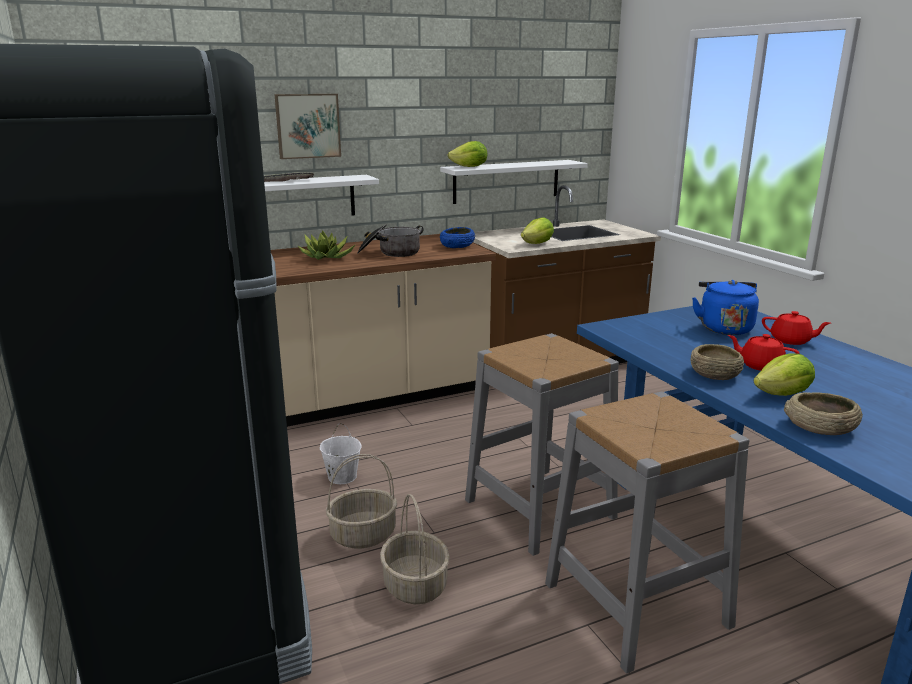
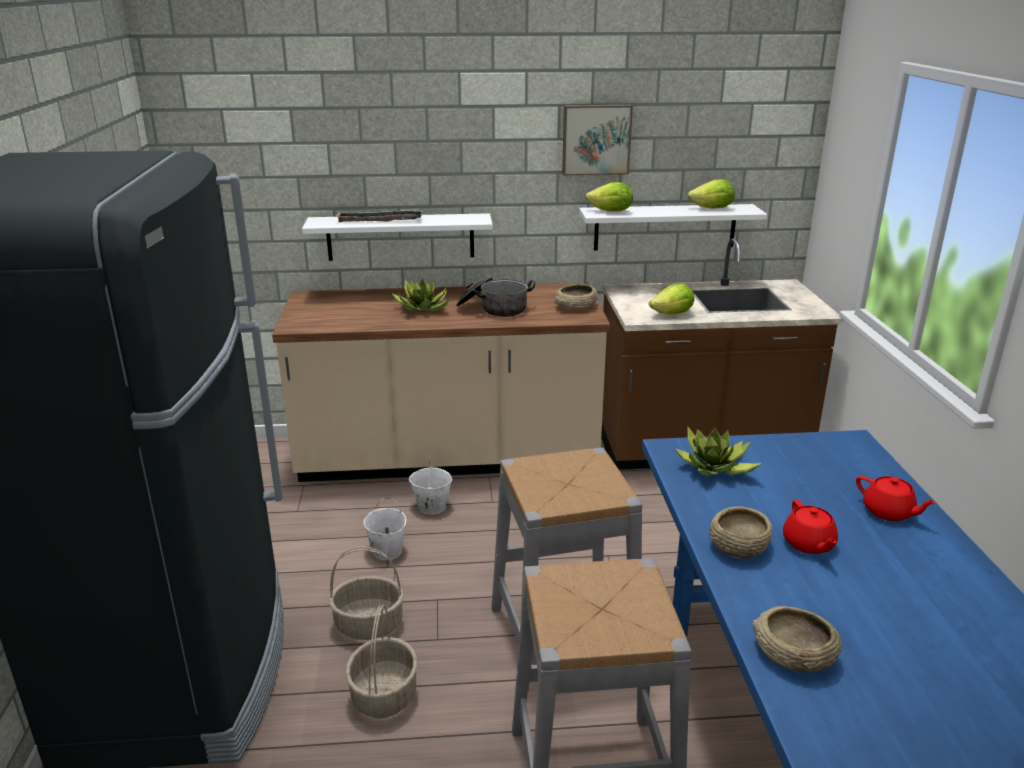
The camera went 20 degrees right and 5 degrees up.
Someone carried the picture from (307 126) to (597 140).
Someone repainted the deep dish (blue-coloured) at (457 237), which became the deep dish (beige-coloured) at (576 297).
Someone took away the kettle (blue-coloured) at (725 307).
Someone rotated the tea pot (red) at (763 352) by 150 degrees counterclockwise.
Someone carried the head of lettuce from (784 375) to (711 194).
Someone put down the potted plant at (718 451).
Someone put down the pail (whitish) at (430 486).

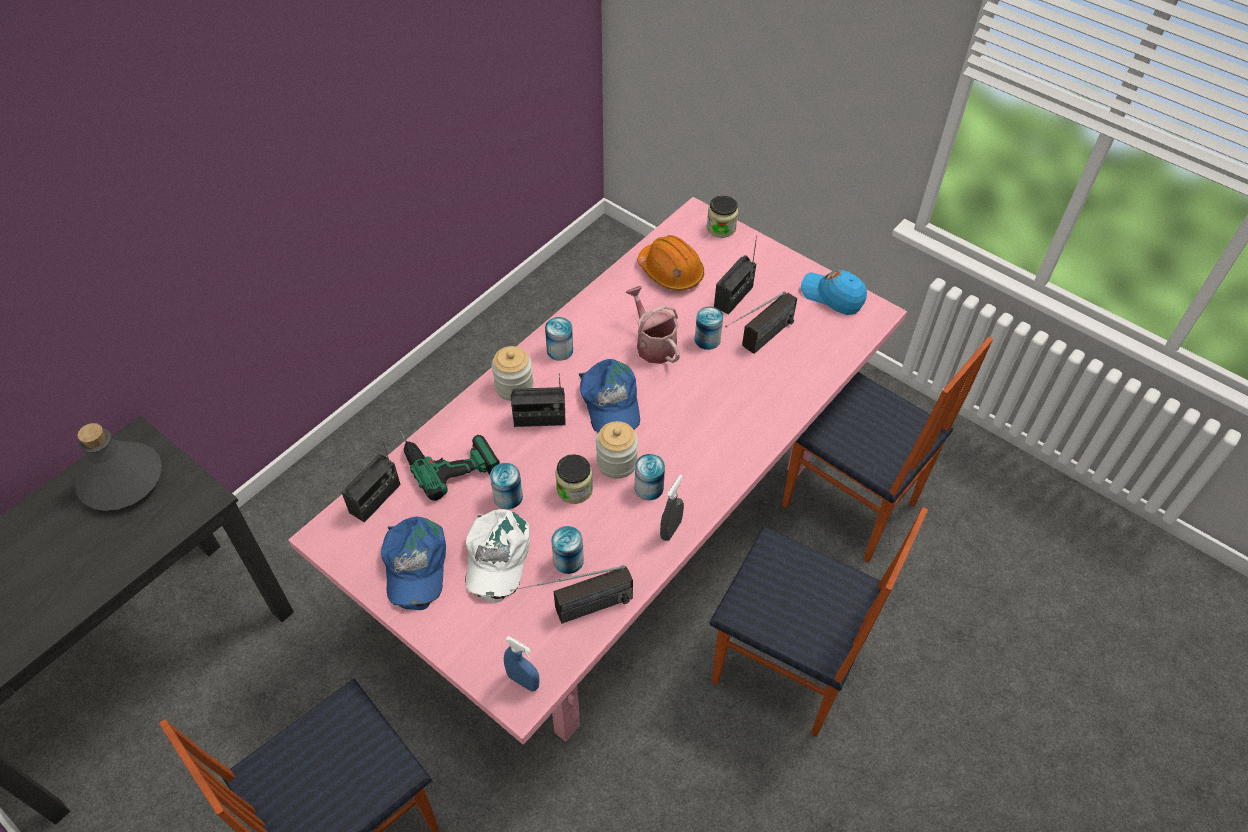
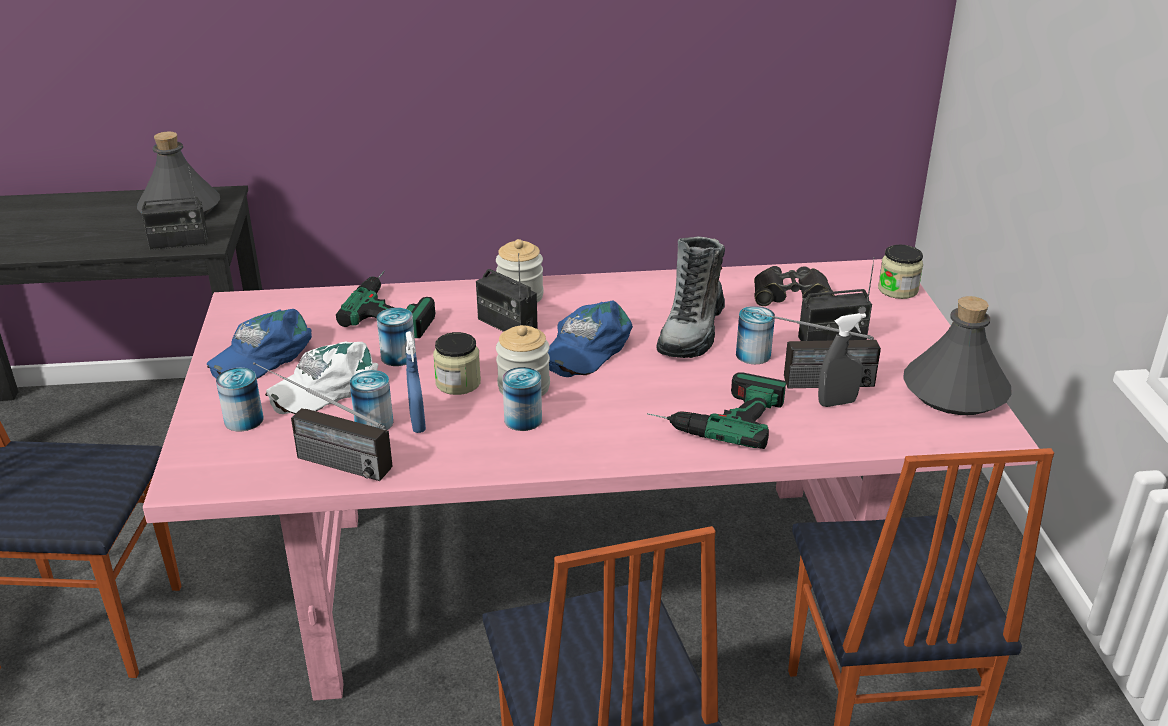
The camera went 45 degrees right and 20 degrees down.
Someone swapped the hard hat (orange-coloured) at (671 263) for the pair of binoculars (black) at (794 286).
Someone swapped the peaked cap (blue-coloured) at (834 292) for the beverage bottle (gray) at (957 355).
Someone swapped the watering pot at (653 325) for the high-top boot at (690 297).
Someone carried the can from (559 339) to (239 399).
Someone carried the radio set from (371 480) to (175 208).
Someone carried the hand sprayer (gray) from (672 507) to (842 360).
Someone carried the hand sprayer (blue-coloured) from (521 664) to (416 382).
Someone put down the electric drill at (716 410).

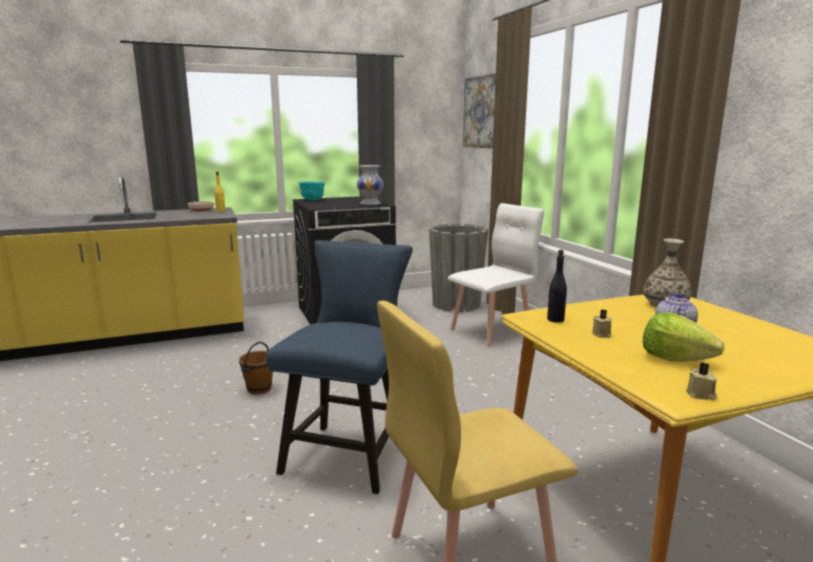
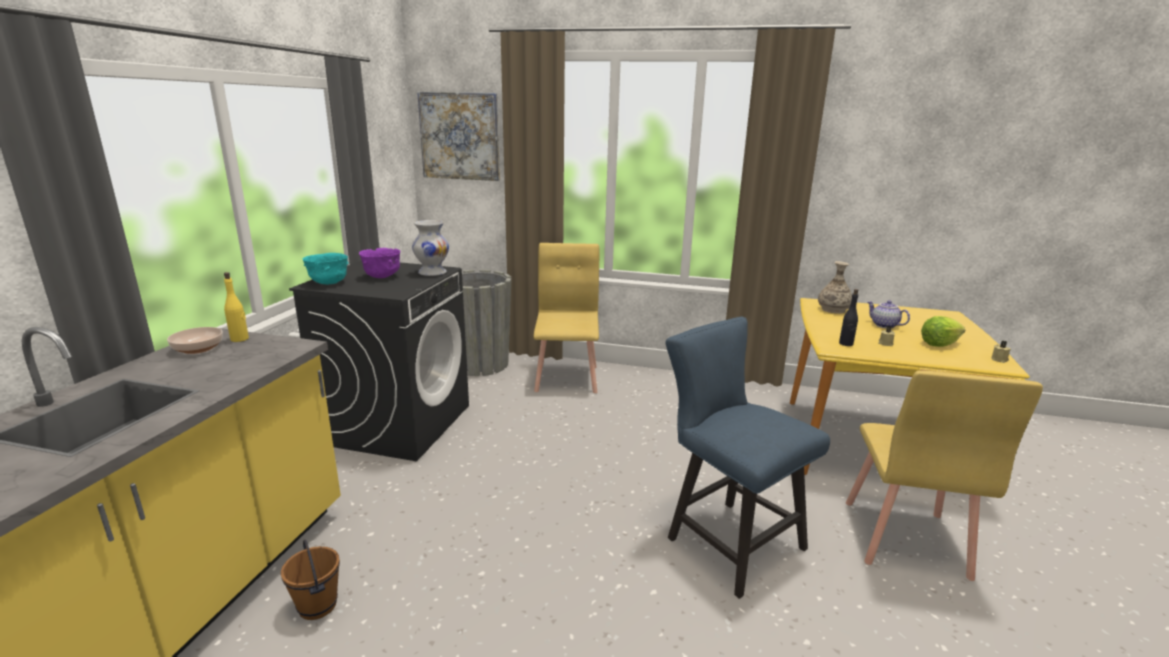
The camera went 55 degrees left and 5 degrees up.
Someone repainted the chair (whitish) at (496 275), which became the chair (yellow) at (566 318).
Someone carried the pail (brownish) from (256 368) to (310 580).
Someone put down the deep dish (purplish) at (379 263).

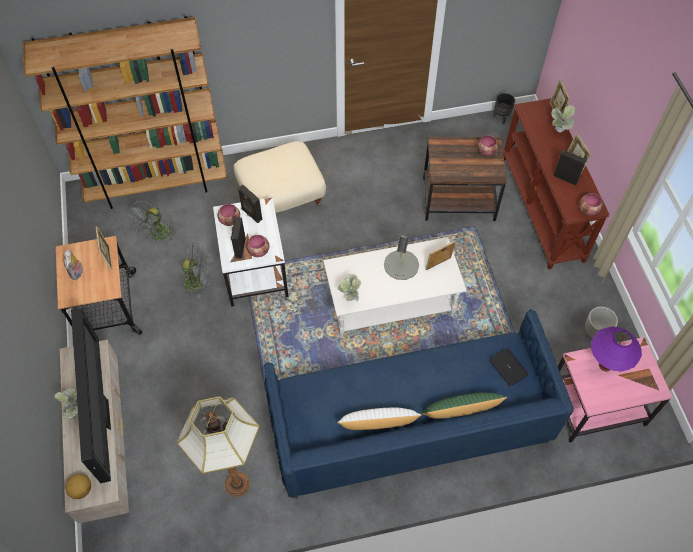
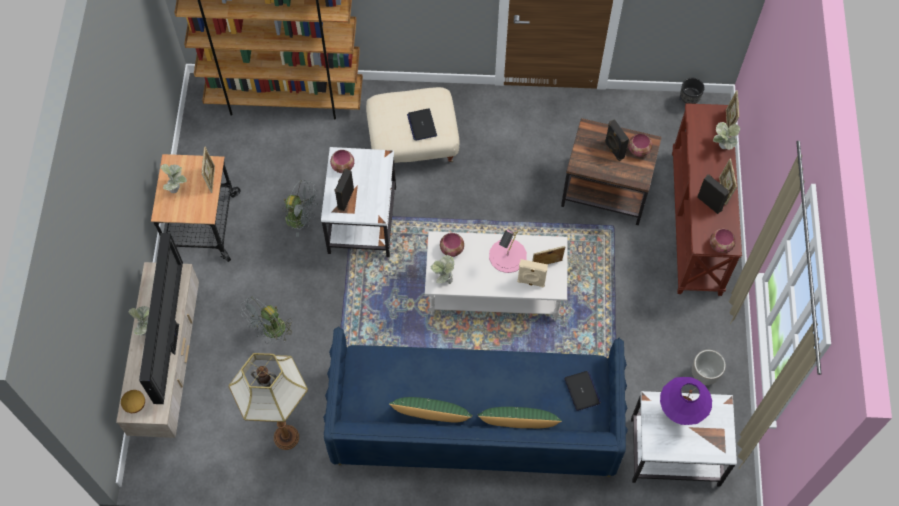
The camera went 15 degrees right and 5 degrees up.
Someone carried the speaker (black) from (250 204) to (617 140).
Someone carried the cooling fan (gray) from (151 221) to (266 320).
Someone carried the deep dish from (258 246) to (452 245).
Someone repainted the tabletop lamp (gray) at (401 257), which became the tabletop lamp (pinkish) at (508 251).
Someone swapped the plush toy at (73 264) for the potted plant at (173 178).
Someone repainted the accent table (pinkish) at (615 390), which became the accent table (whitish) at (684 439).
Someone repainted the cushion (whitish) at (379 419), which became the cushion (greenish) at (431 409).
Someone put down the notebook computer at (422 124).
Someone put down the speaker (beige-coloured) at (532 273).

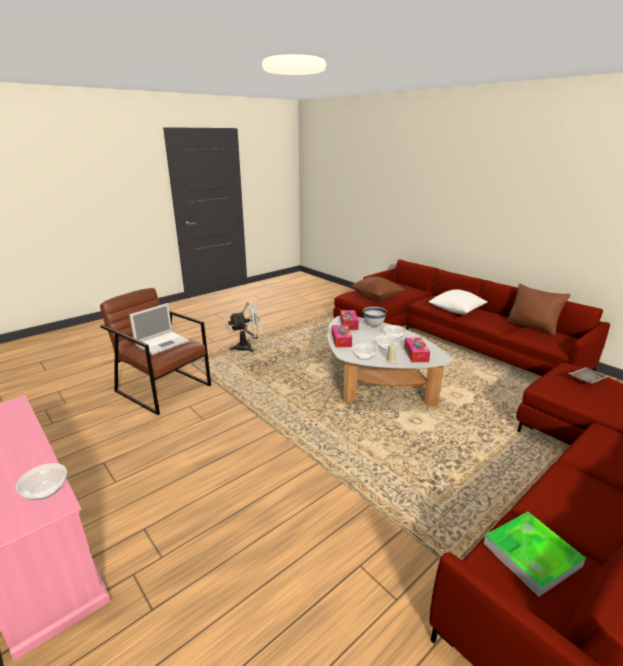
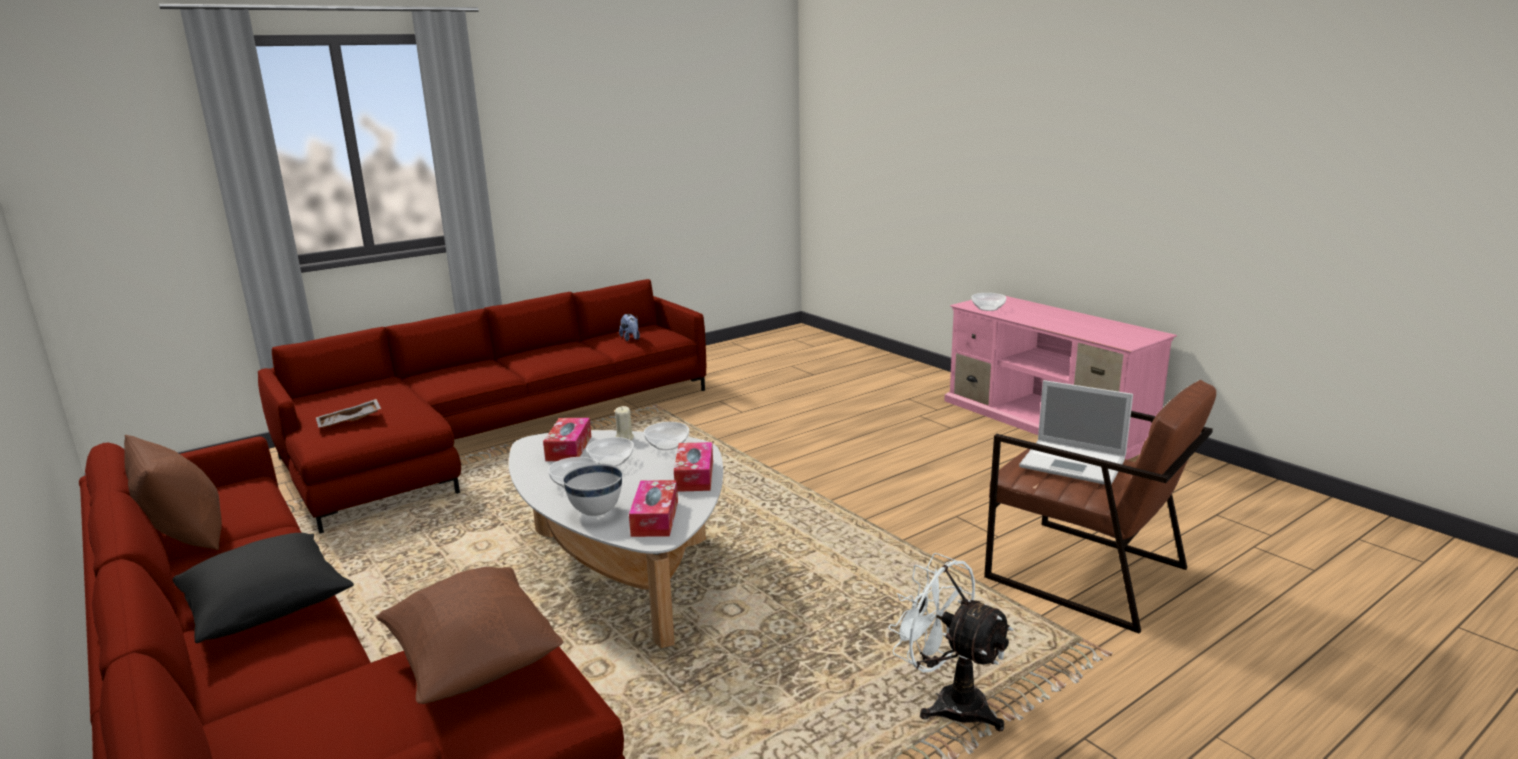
The camera went 175 degrees left and 5 degrees down.
Someone repainted the cushion (whitish) at (457 301), which became the cushion (black) at (263 588).
Someone rotated the cooling fan (whitish) at (245 326) by 60 degrees clockwise.
Someone rotated the notebook computer at (159 329) by 105 degrees counterclockwise.
Someone swapped the tray at (534 554) for the plush toy at (629 327).

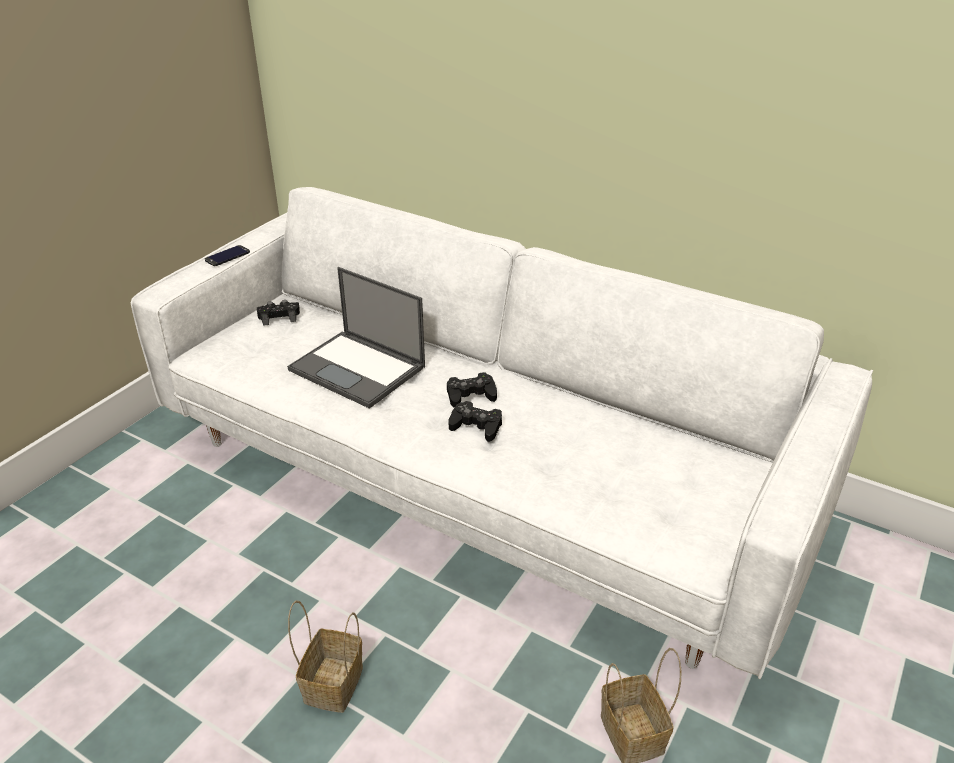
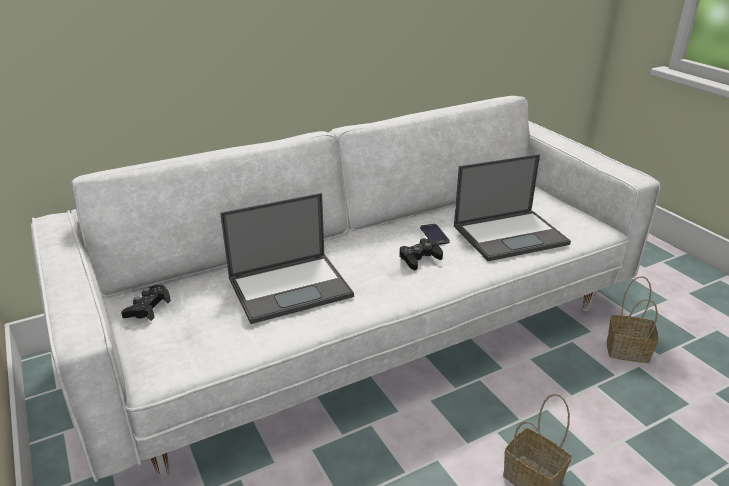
The camera went 60 degrees left and 5 degrees down.
Someone carried the handset from (227 255) to (435 234).
Someone took away the game controller (black) at (472 390).
Someone put down the notebook computer at (512 207).

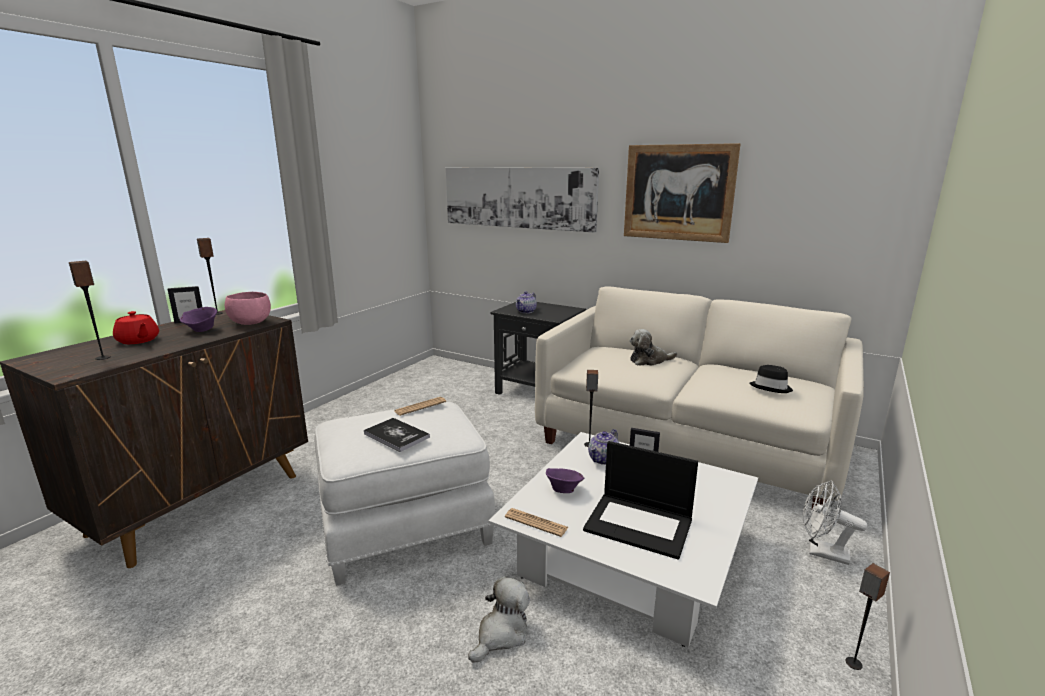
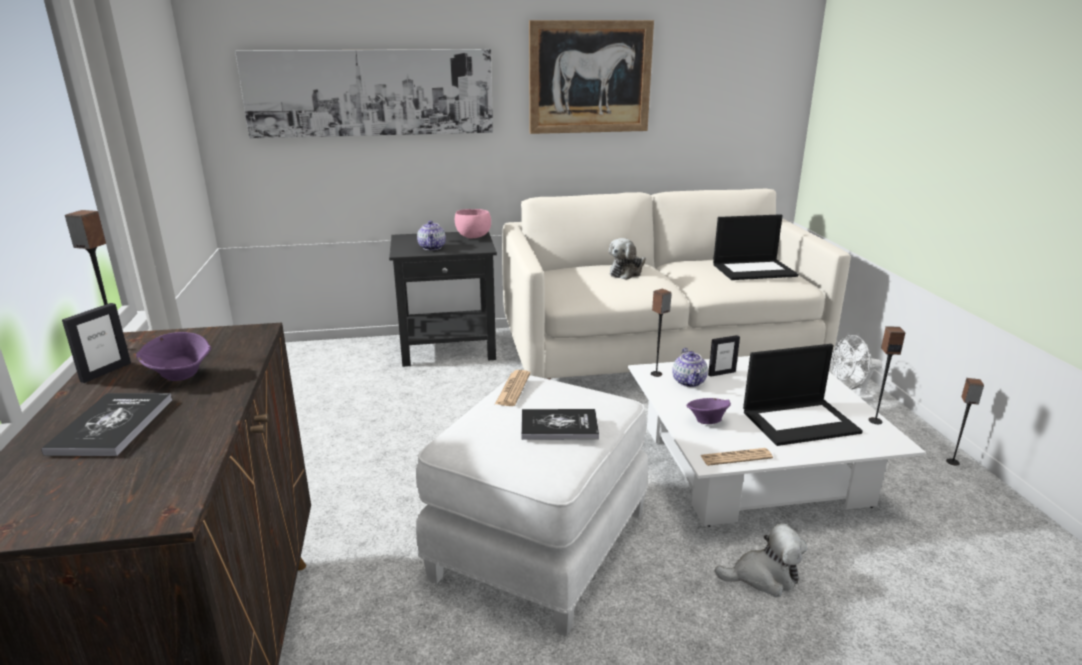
The camera went 40 degrees left and 5 degrees up.
Someone carried the speaker from (90 310) to (886 375).
Someone carried the deep dish (pinkish) from (248 308) to (473 223).
Someone swapped the tea pot (red) at (136 327) for the bound book at (106 424).
Someone swapped the wearable hat (black) at (771 379) for the notebook computer at (756 247).
Someone rotated the plush toy at (499 619) by 90 degrees clockwise.

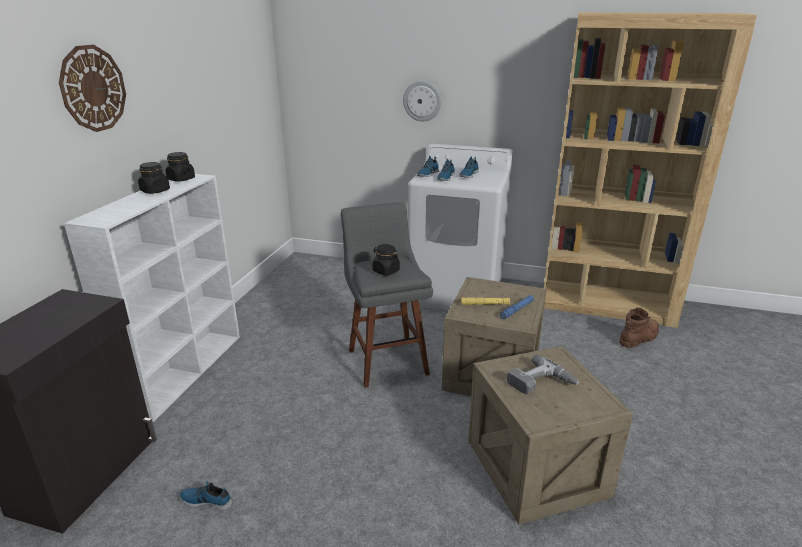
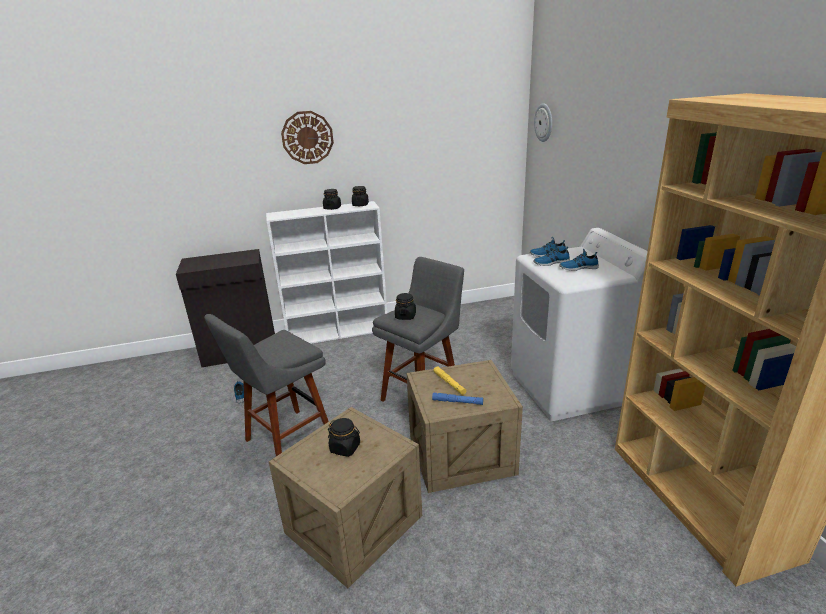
The camera went 60 degrees right and 0 degrees up.
Someone carried the clock on the wall from (422 101) to (543 122).
Someone took away the high-top boot (brownish) at (639 328).
Someone swapped the electric drill at (543 374) for the preserve jar (black) at (344 437).
Someone put down the stool seat (gray) at (266 385).

